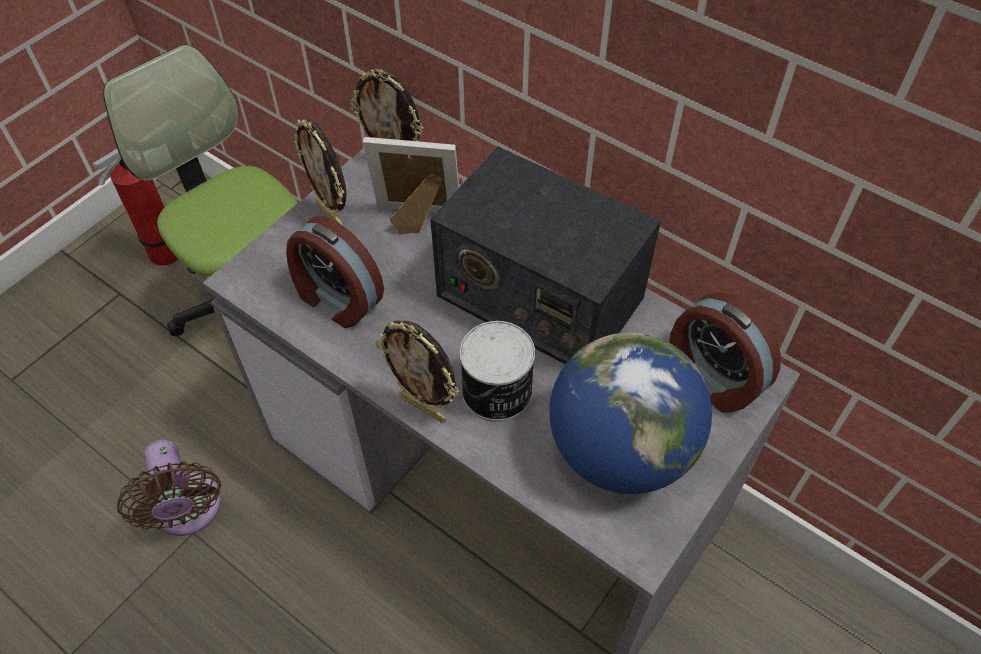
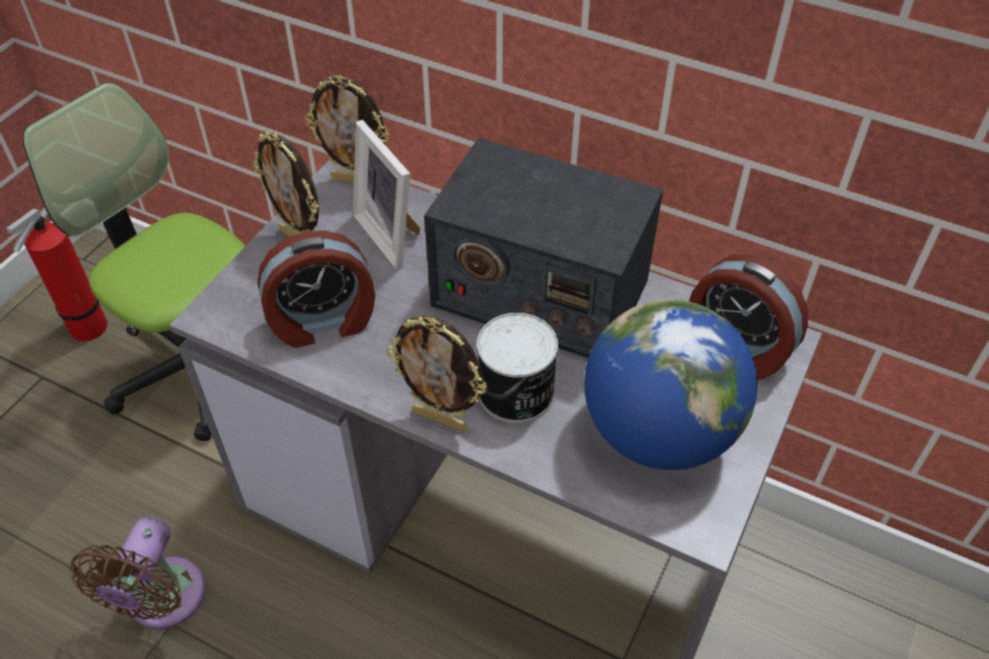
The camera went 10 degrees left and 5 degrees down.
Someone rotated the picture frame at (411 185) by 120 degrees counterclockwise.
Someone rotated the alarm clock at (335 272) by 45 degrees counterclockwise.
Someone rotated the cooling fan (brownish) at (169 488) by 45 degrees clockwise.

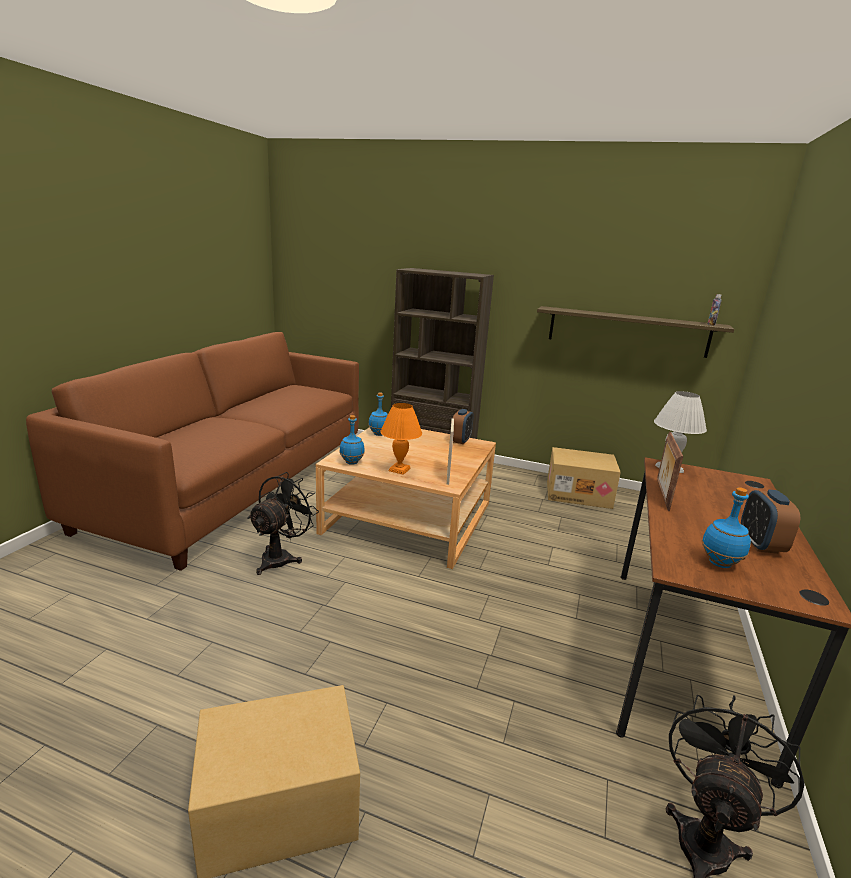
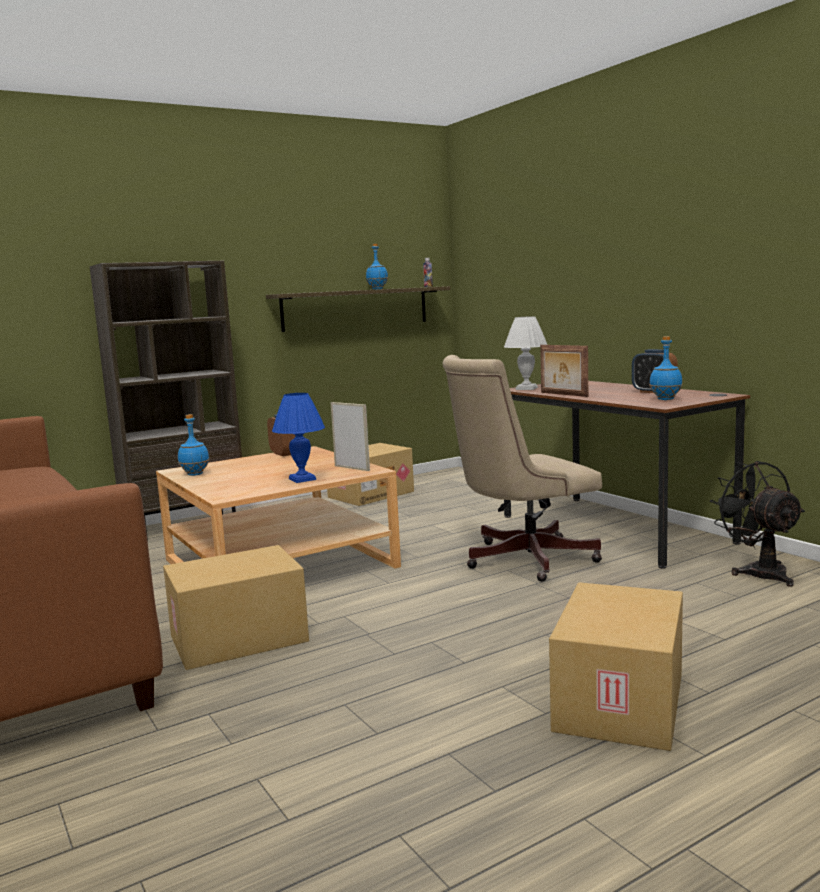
The camera went 50 degrees left and 10 degrees down.
Someone repainted the tabletop lamp (orange-coloured) at (401 439), which became the tabletop lamp (blue-coloured) at (298 438).
Someone carried the beverage bottle (blue-coloured) from (352 440) to (377 267).
Someone swapped the cooling fan (black) at (283 523) for the carton at (236 607).
Someone put down the computer chair (beige-coloured) at (522 468).

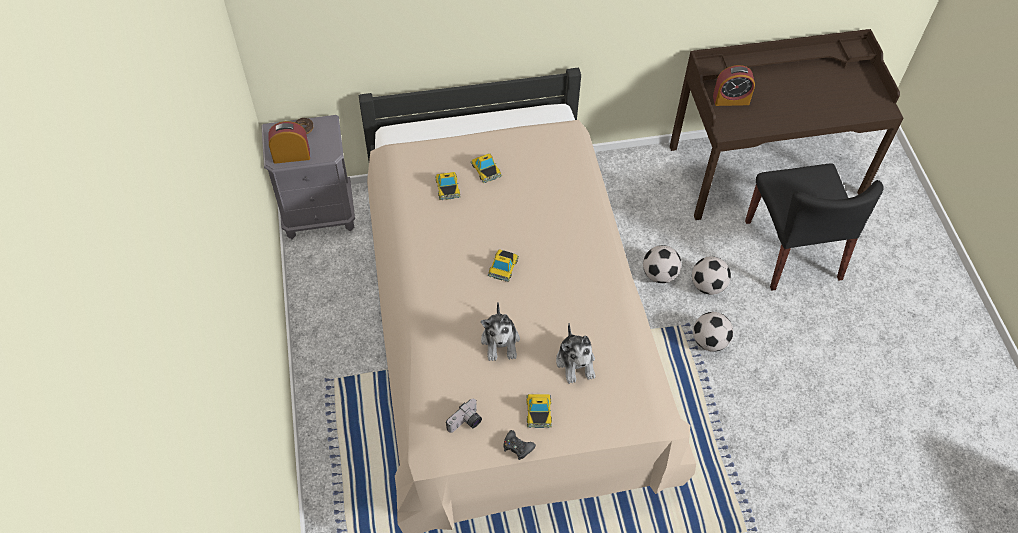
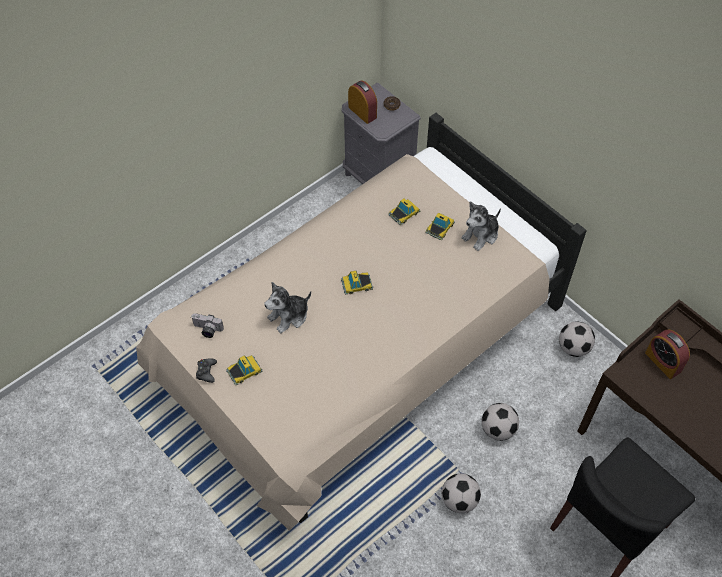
The camera went 60 degrees right and 0 degrees up.
Someone carried the ball for football from (711 275) to (577 339).
Someone carried the plush toy from (575 353) to (481 226).

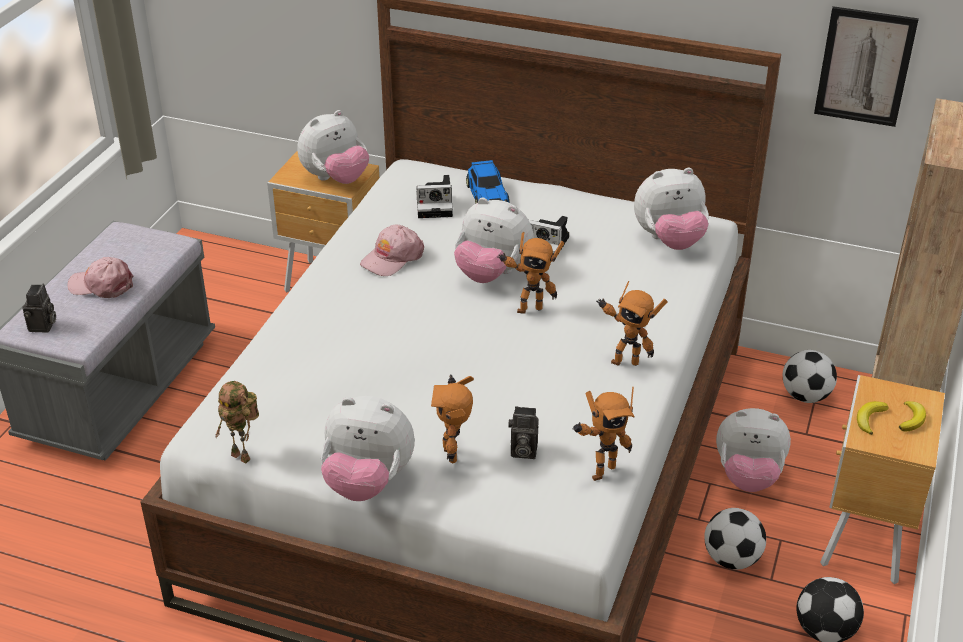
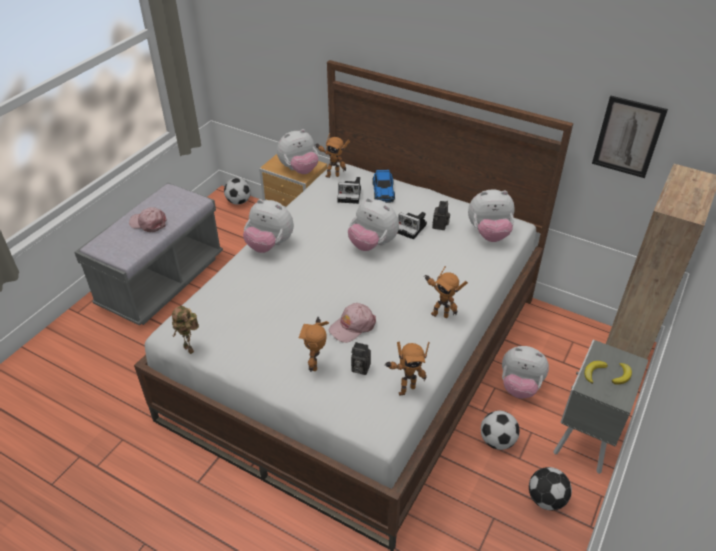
The camera went 10 degrees right and 5 degrees up.
Someone carried the peaked cap (pinkish) from (392 250) to (352 323).
Someone carried the toy robot from (530 273) to (332 155).
Someone carried the still camera from (39 308) to (441 215).
Someone carried the ball for football from (810 376) to (237 191).
Someone repainted the night table (brownish) at (882 479), which became the night table (gray) at (600 407).
Someone carried the plush toy from (368 448) to (268 226).

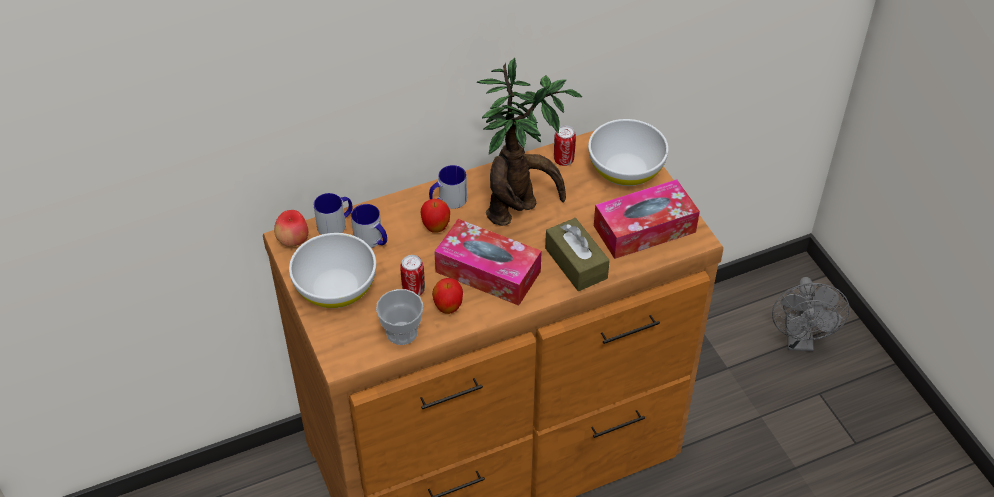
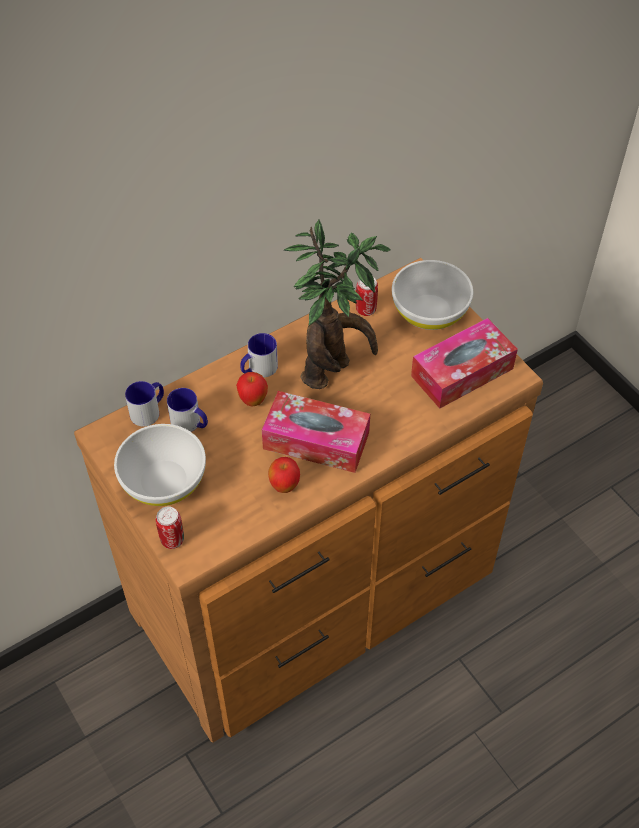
The camera went 10 degrees left and 5 degrees up.
Someone took away the whole apple at (291 228).
Someone took away the box of tissues (brownish) at (577 254).
Someone carried the can from (412 275) to (170 527).
Someone took away the cooling fan (gray) at (811 314).
Someone took away the drinking cup at (399 317).

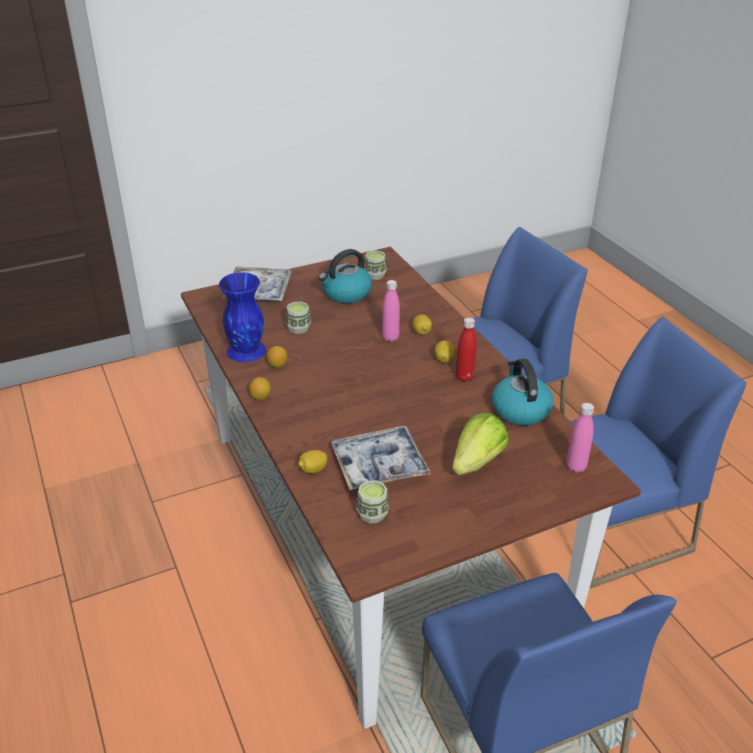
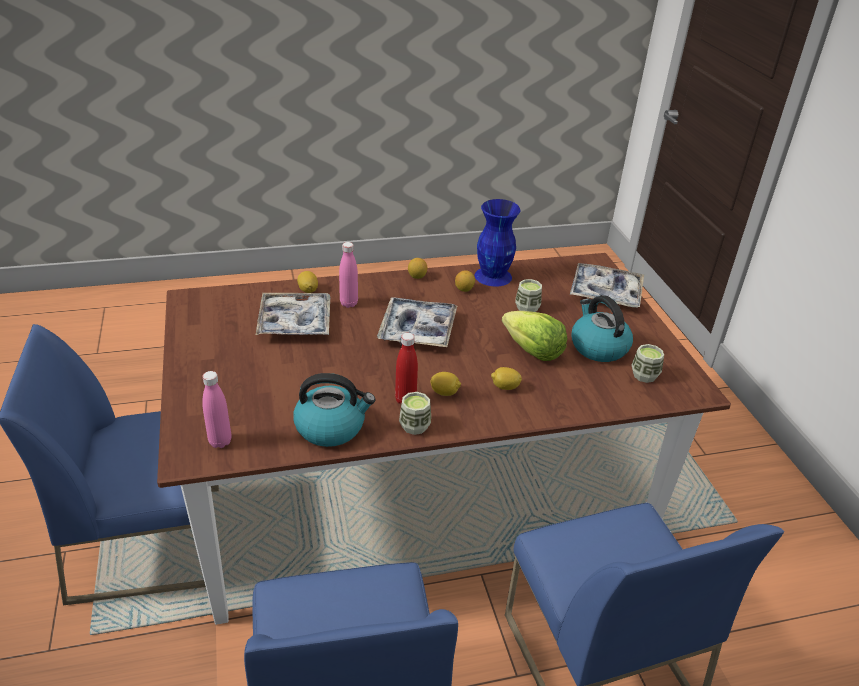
The camera went 100 degrees right and 0 degrees up.
Someone carried the beverage bottle (pinkish) from (391 311) to (348 275).
Someone carried the head of lettuce from (480 444) to (534 336).
Someone carried the drinking cup from (372 502) to (415 413).
Someone put down the tray at (417 322).

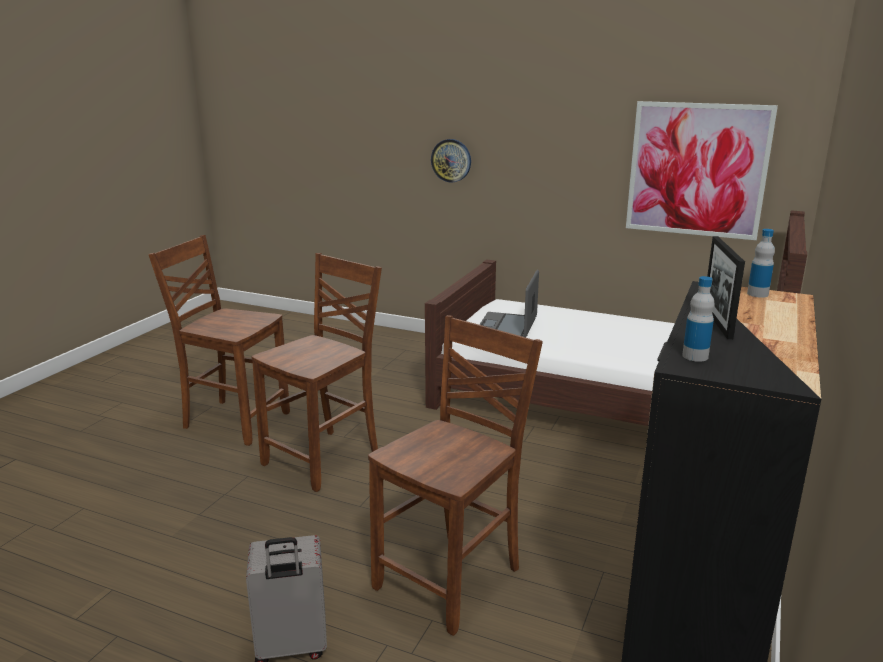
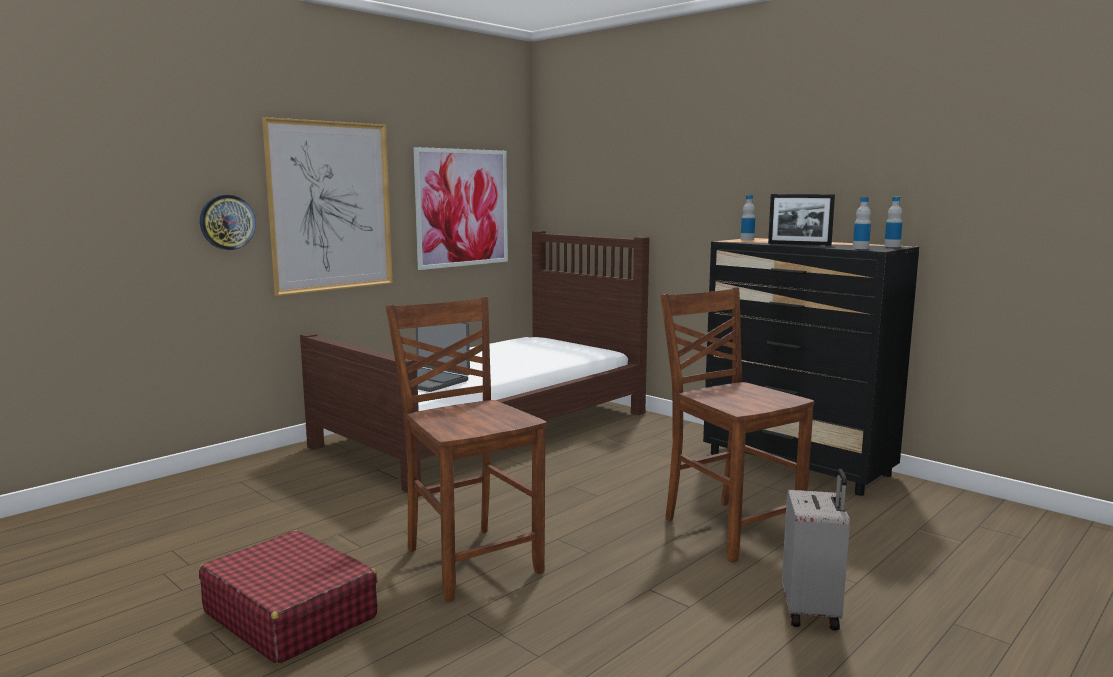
The camera went 70 degrees left and 10 degrees down.
Someone swapped the chair (brownish) at (219 340) for the travel case (red) at (288 597).
Someone put up the picture at (327 206).
Someone put down the beverage bottle at (893 222).

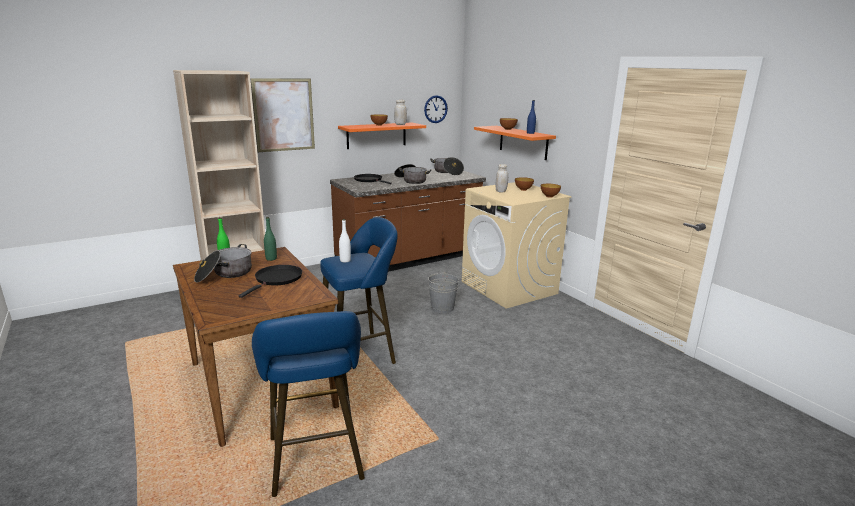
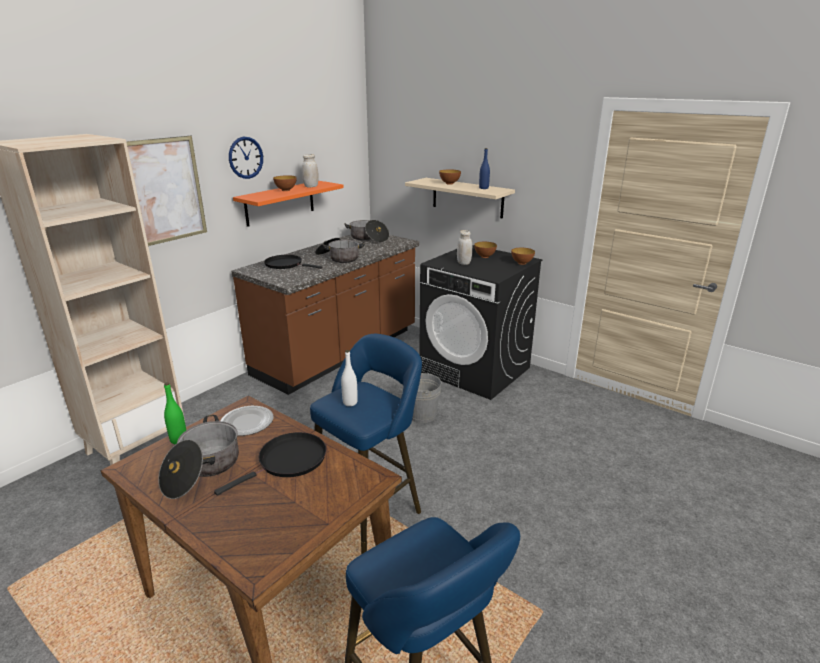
The camera went 20 degrees left and 5 degrees up.
Someone carried the clock on the wall from (436 109) to (246 158).
Someone repainted the wall shelf (orange-coloured) at (515 143), which became the wall shelf (beige-coloured) at (460 198).
Someone repainted the laundry appliance (beige-coloured) at (517 245), which became the laundry appliance (black) at (480 322).
Someone swapped the beverage bottle (greenish) at (270 239) for the plate at (247 421).
Someone rotated the skillet (black) at (270 281) by 45 degrees clockwise.

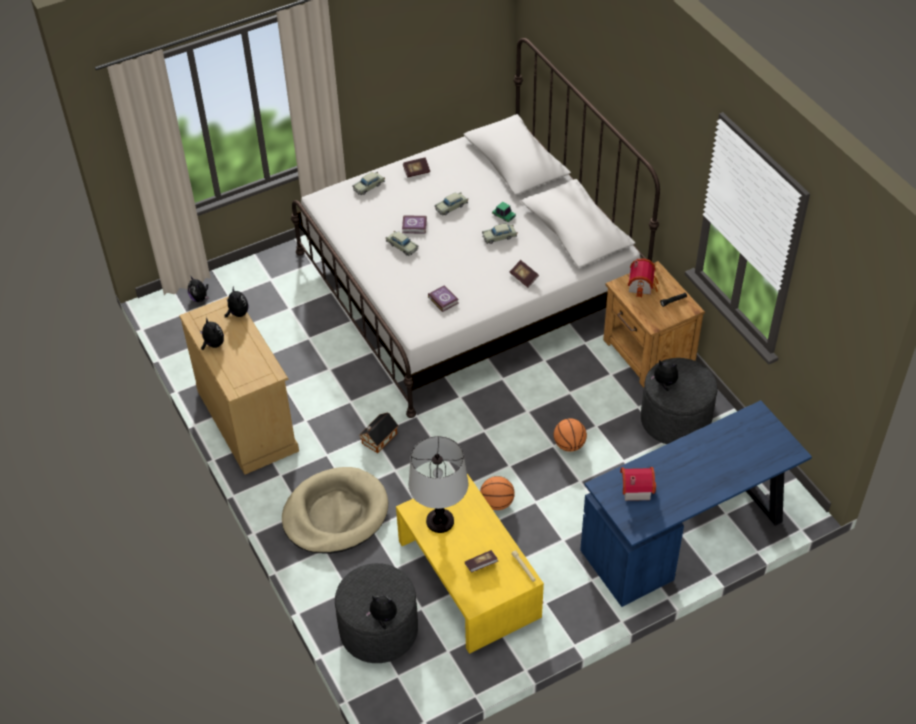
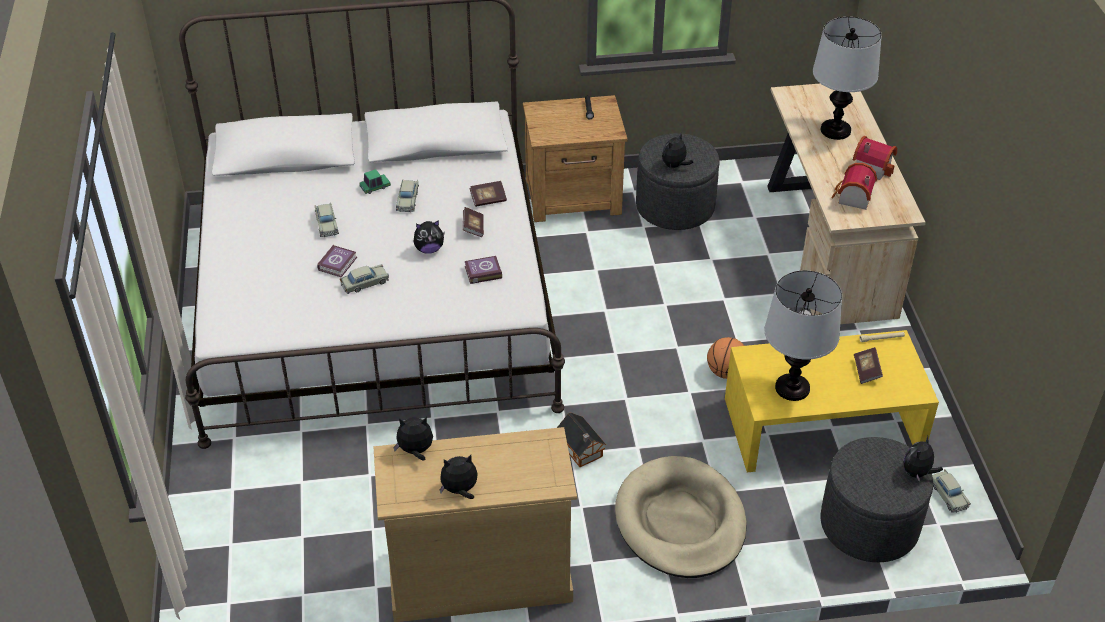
The camera went 70 degrees left and 5 degrees down.
Someone carried the bound book from (416 167) to (473 222).
Someone carried the model car (beige-coloured) from (368 183) to (951 491).
Someone carried the toy house from (643 278) to (875 158).
Someone carried the plush toy from (198 289) to (429 237).
Someone repainted the desk (blue-coloured) at (696 503), which became the desk (beige-coloured) at (846 204).
Someone took away the basketball ball at (570 435).
Someone put down the tabletop lamp at (847 78).

